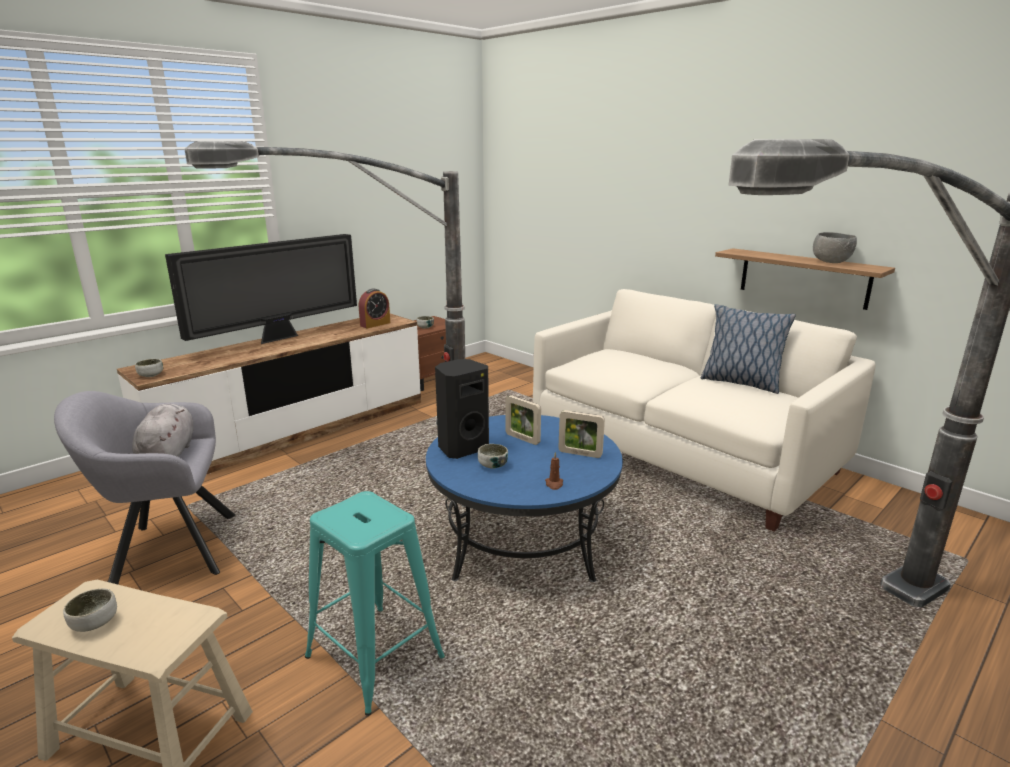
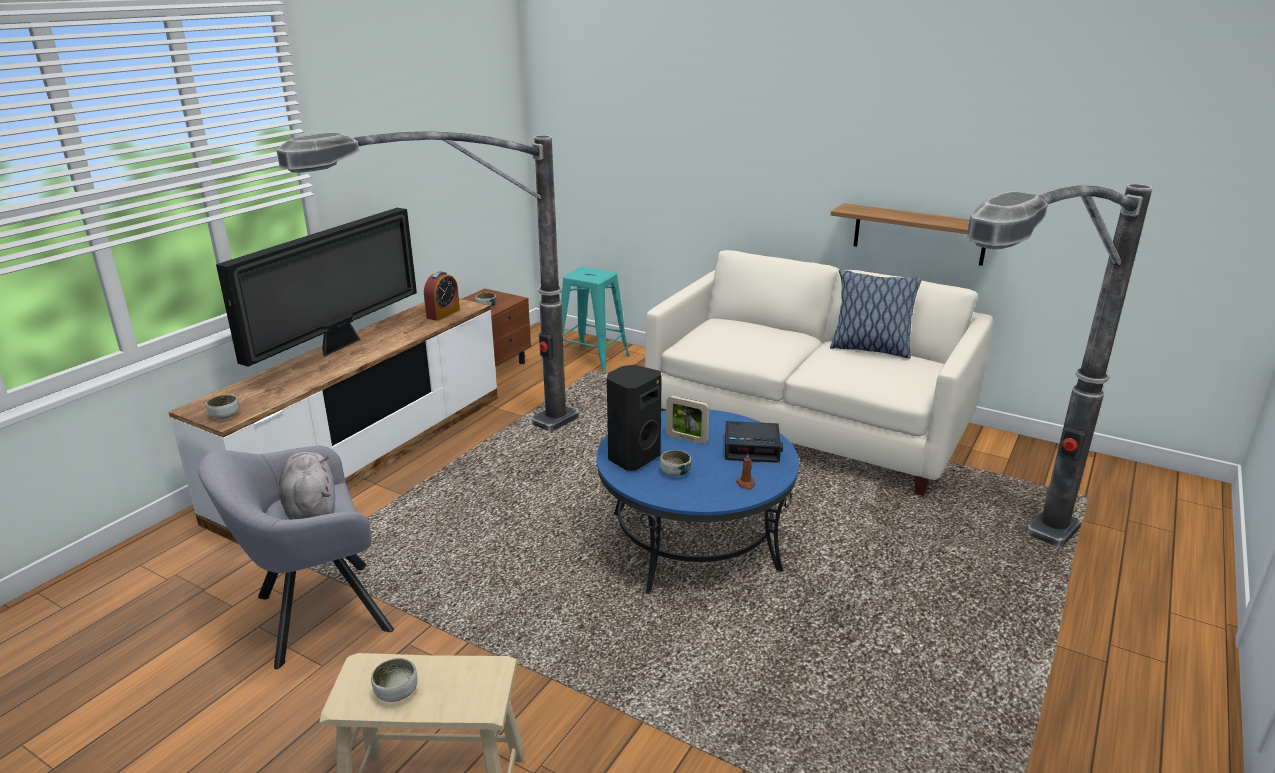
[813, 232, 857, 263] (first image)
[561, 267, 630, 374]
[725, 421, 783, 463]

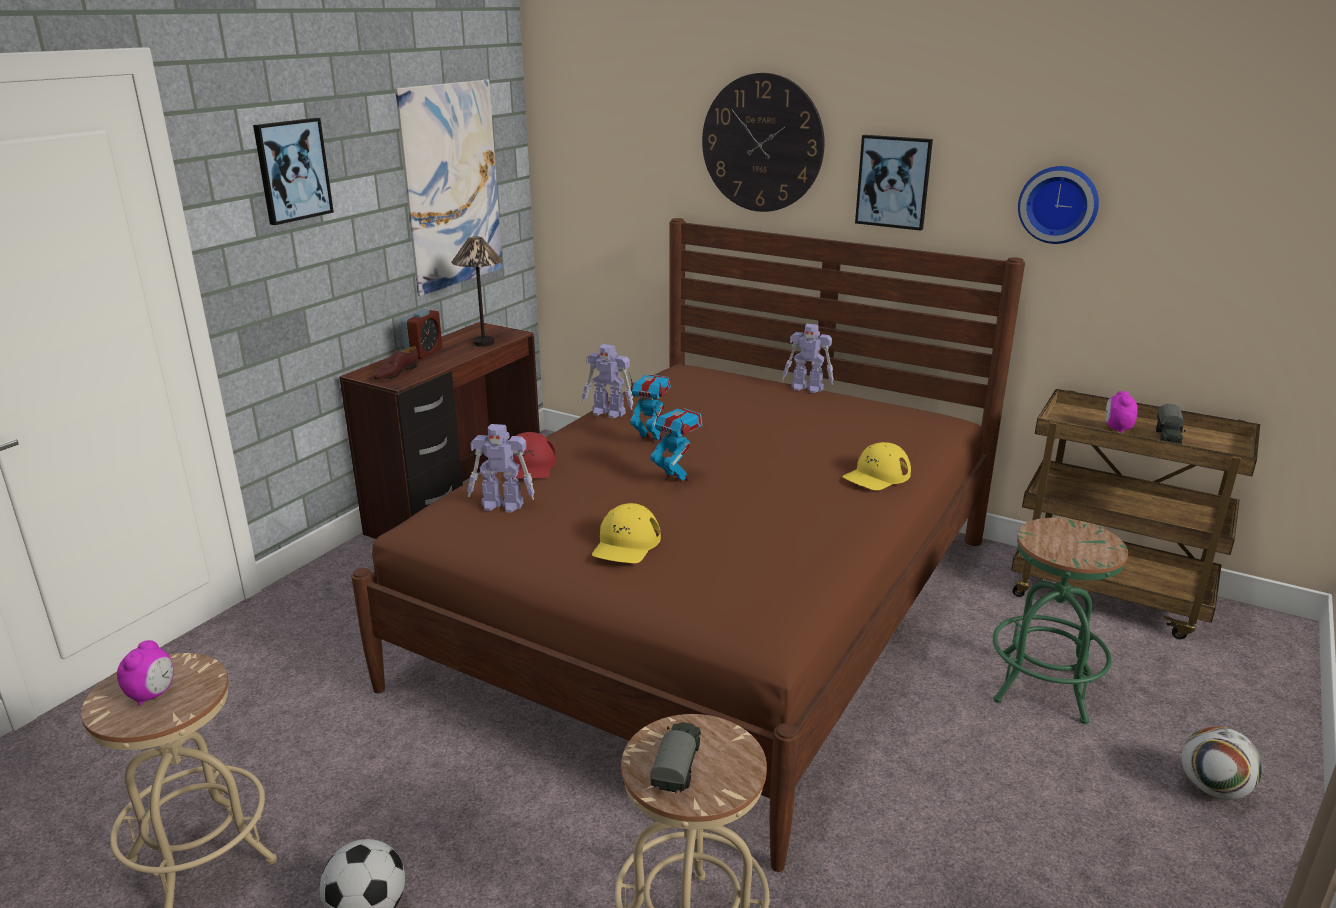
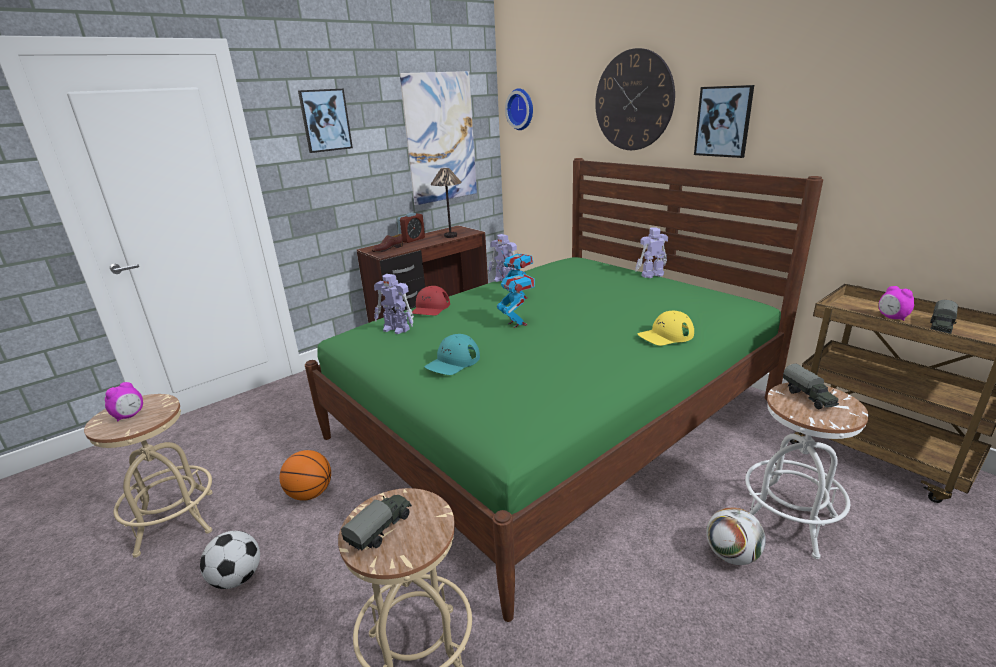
[280, 450, 331, 501]
[783, 364, 839, 409]
[505, 88, 533, 130]
[706, 507, 766, 565]
[305, 158, 823, 622]
[425, 334, 480, 375]
[745, 383, 869, 559]
[635, 227, 668, 278]
[879, 286, 914, 321]

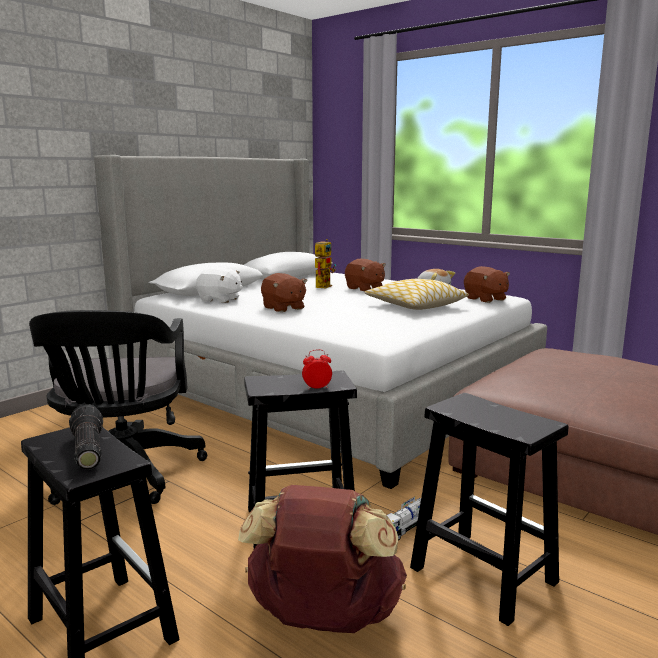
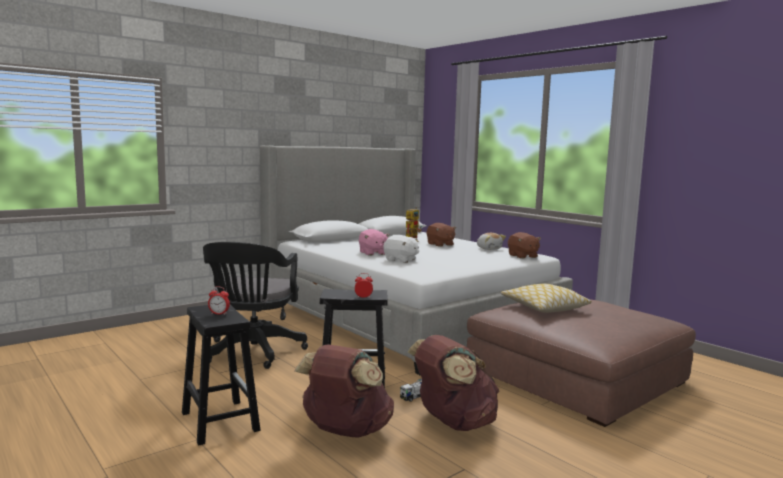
[384, 235, 419, 263]
[501, 284, 592, 313]
[208, 286, 230, 315]
[408, 335, 499, 431]
[359, 229, 390, 256]

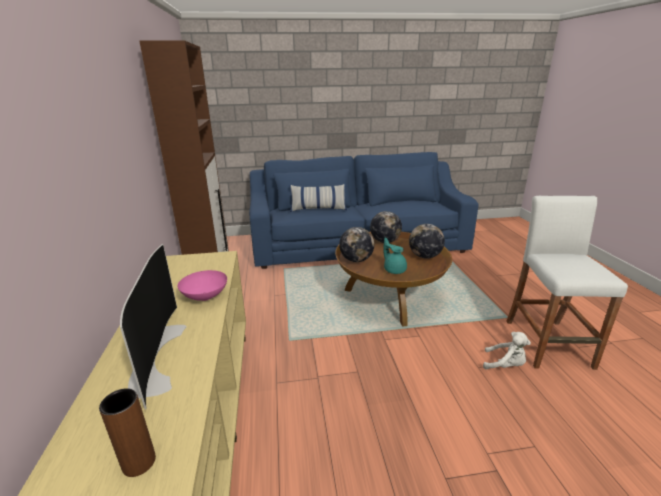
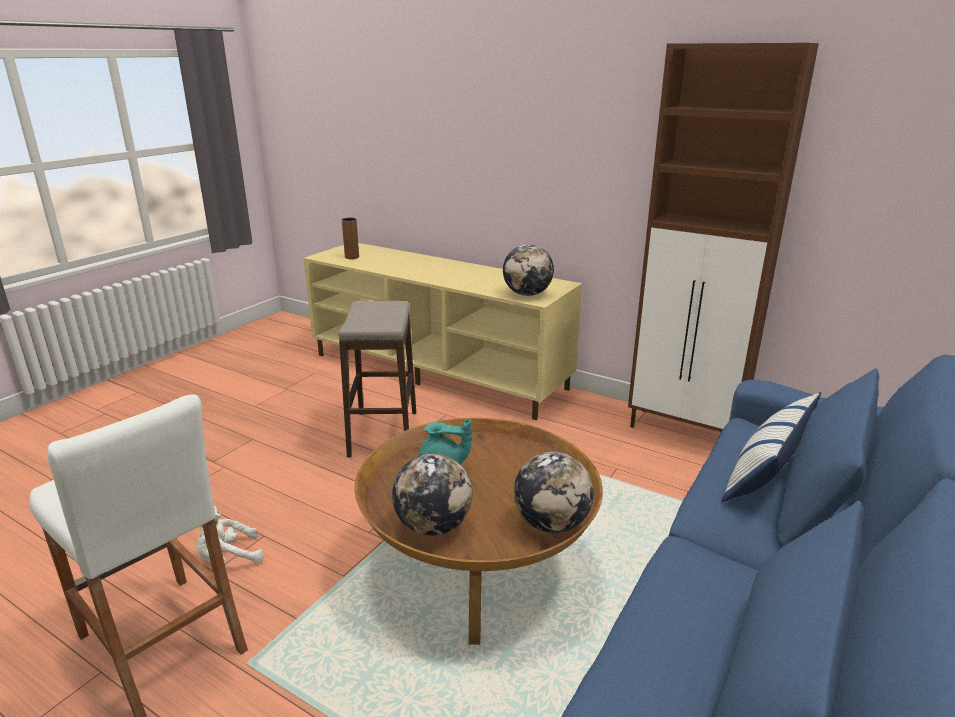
[120, 244, 187, 409] (first image)
[178, 270, 227, 301] (first image)
[338, 301, 416, 457]
[503, 244, 554, 296]

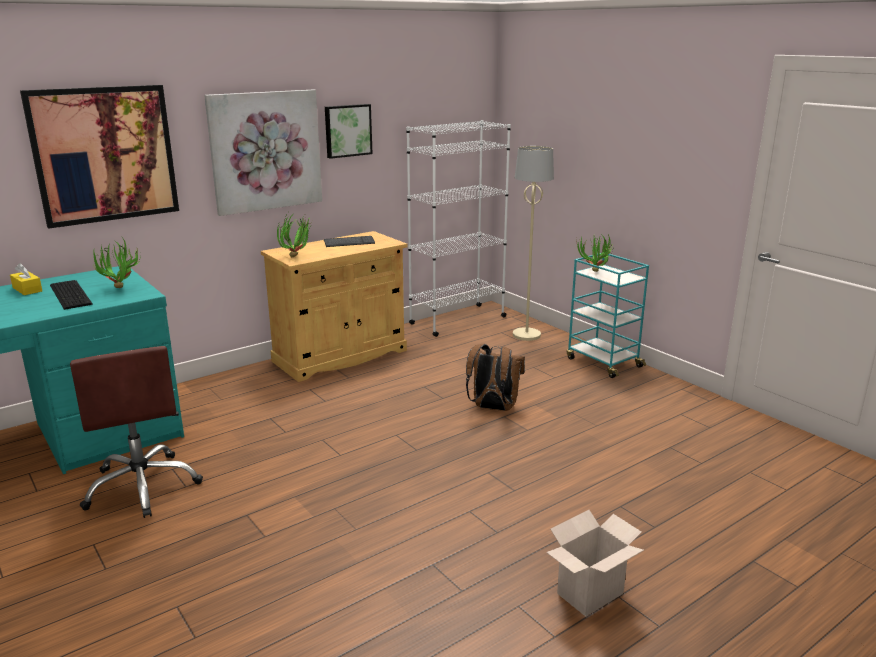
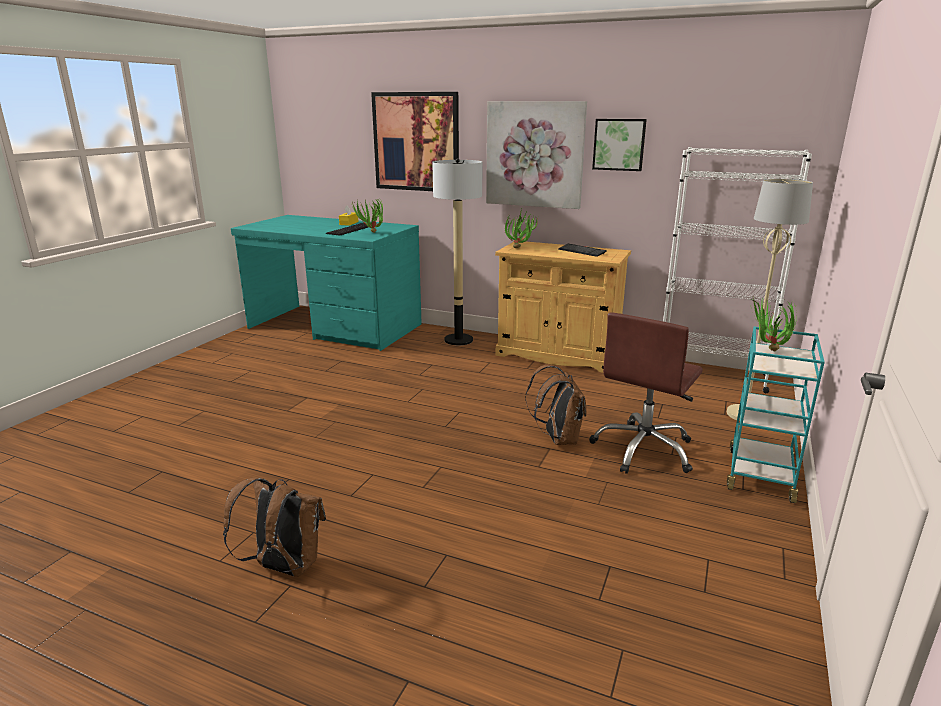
[432, 158, 482, 345]
[589, 312, 703, 474]
[223, 478, 326, 577]

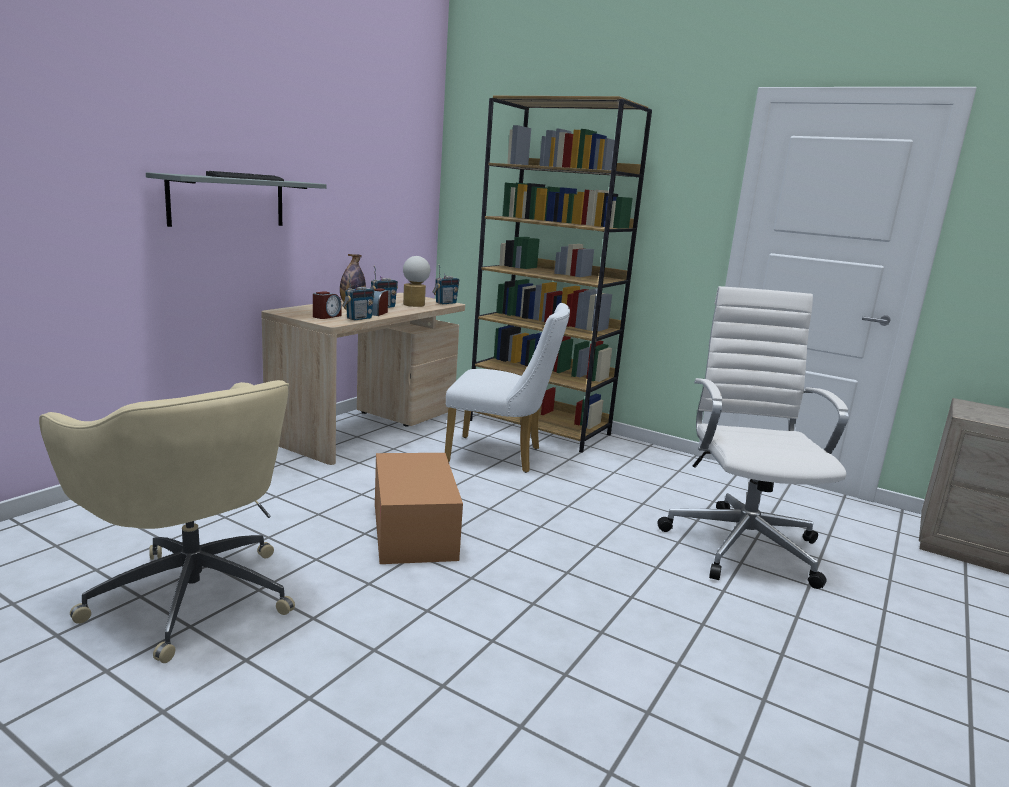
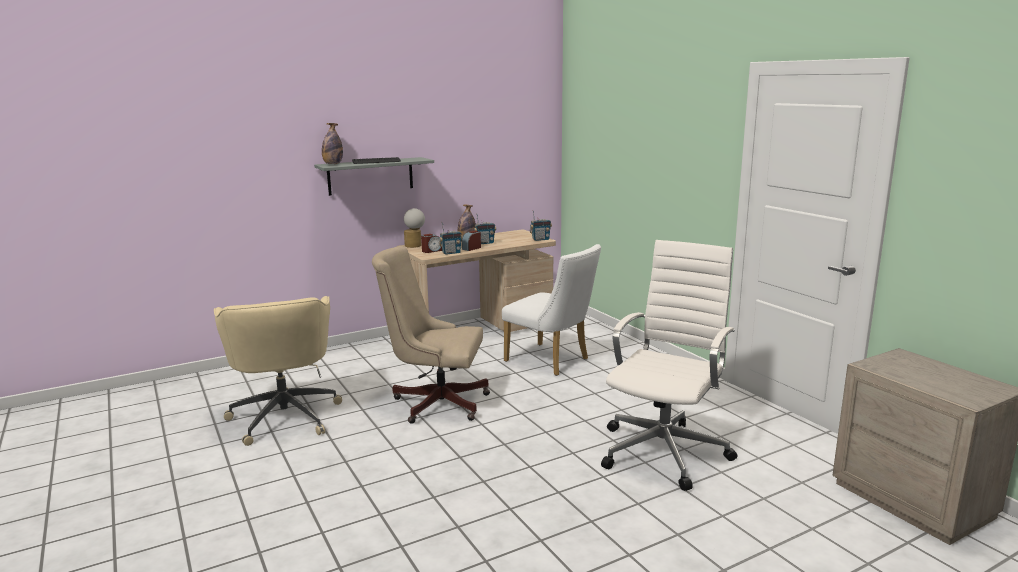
[470, 96, 652, 453] (first image)
[322, 123, 343, 164]
[404, 208, 425, 248]
[372, 246, 490, 424]

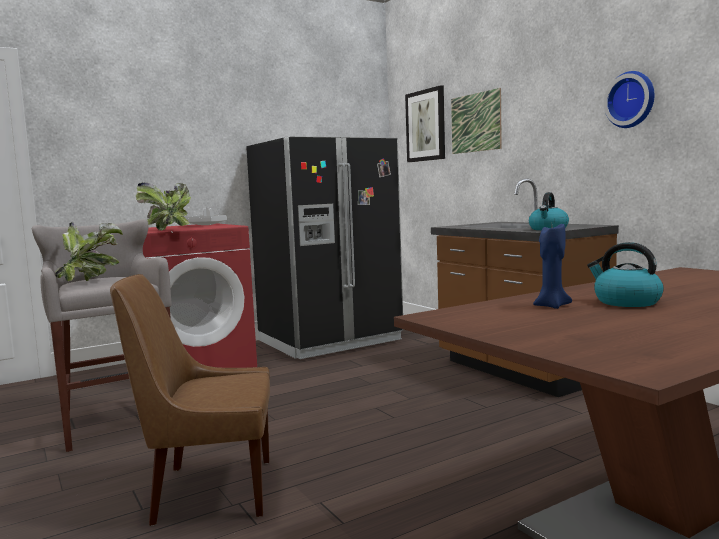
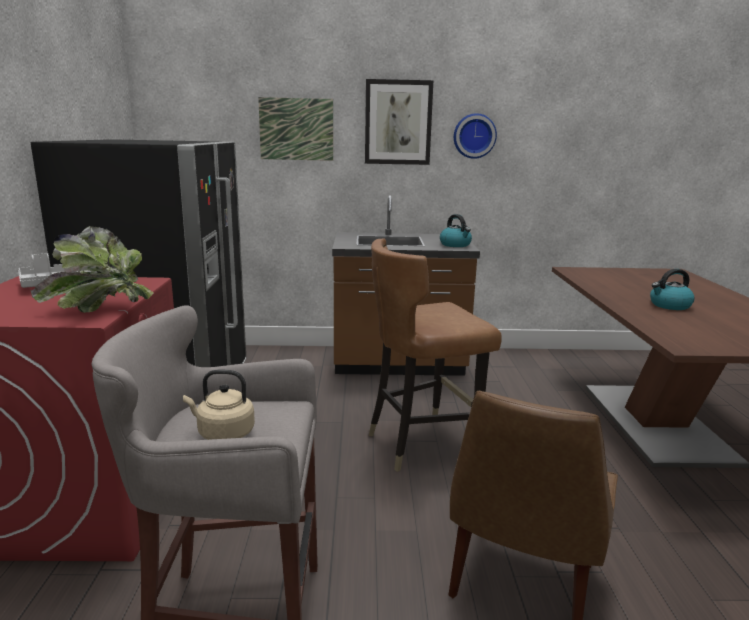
[533, 224, 572, 309] (first image)
[369, 238, 502, 472]
[365, 79, 433, 165]
[183, 370, 255, 440]

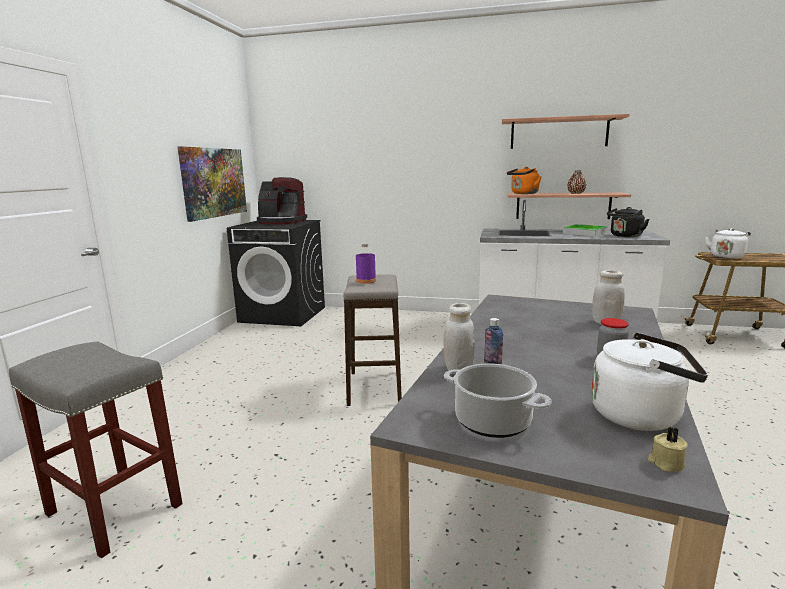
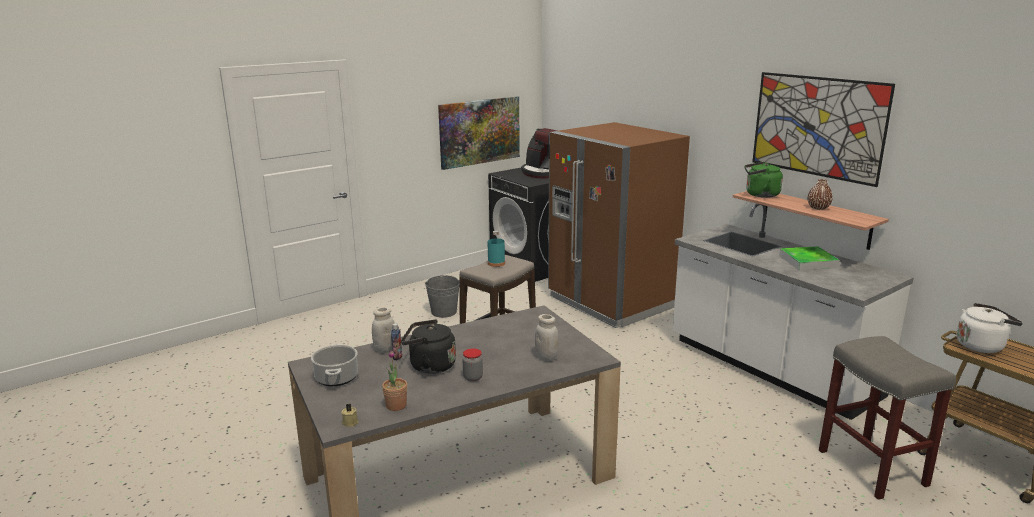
[425, 275, 459, 318]
[548, 122, 690, 328]
[819, 336, 956, 500]
[401, 319, 456, 374]
[752, 72, 895, 187]
[382, 351, 407, 411]
[487, 231, 505, 267]
[744, 162, 783, 198]

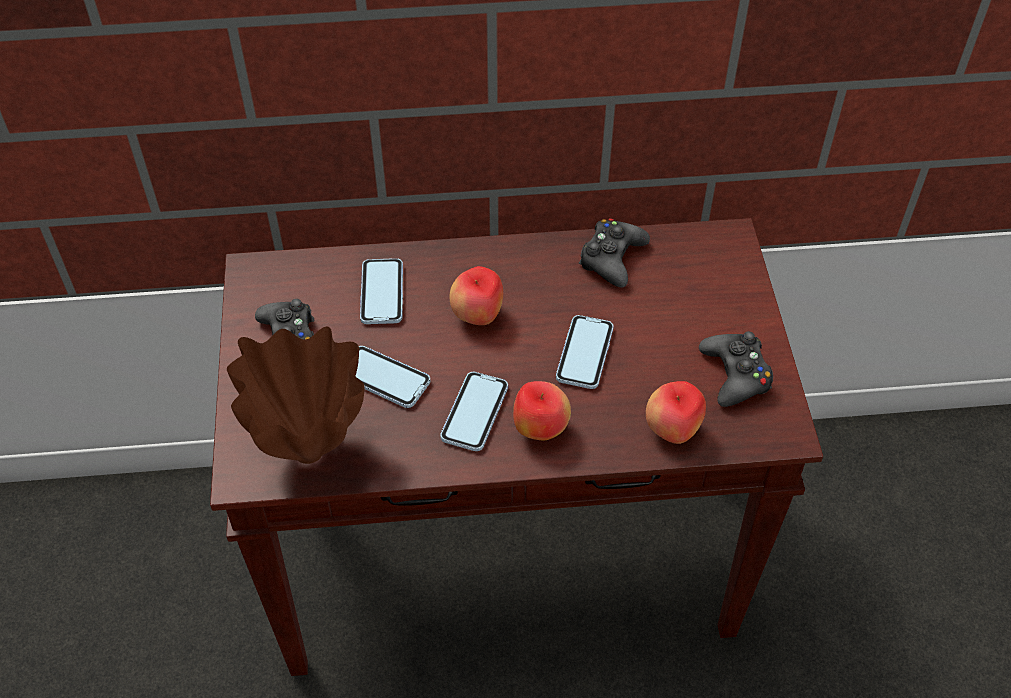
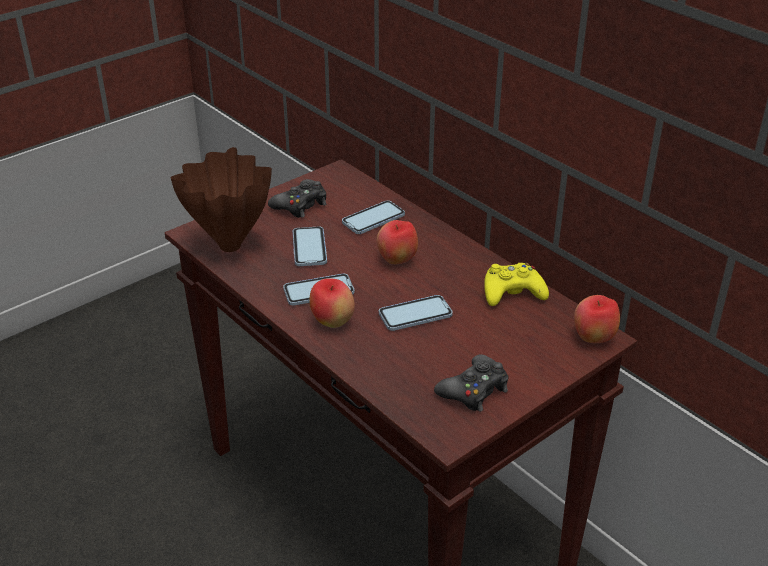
[574, 295, 620, 343]
[484, 263, 549, 306]

